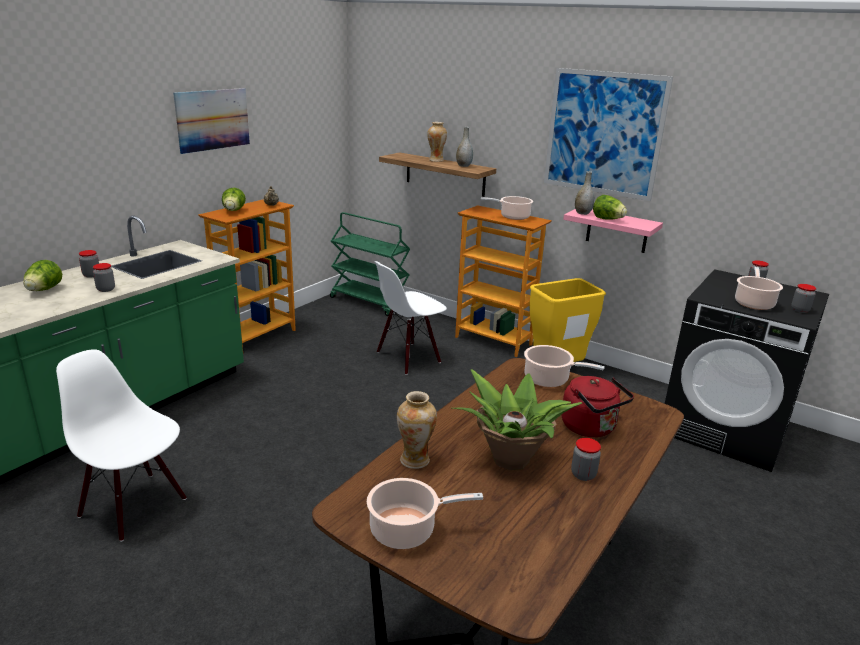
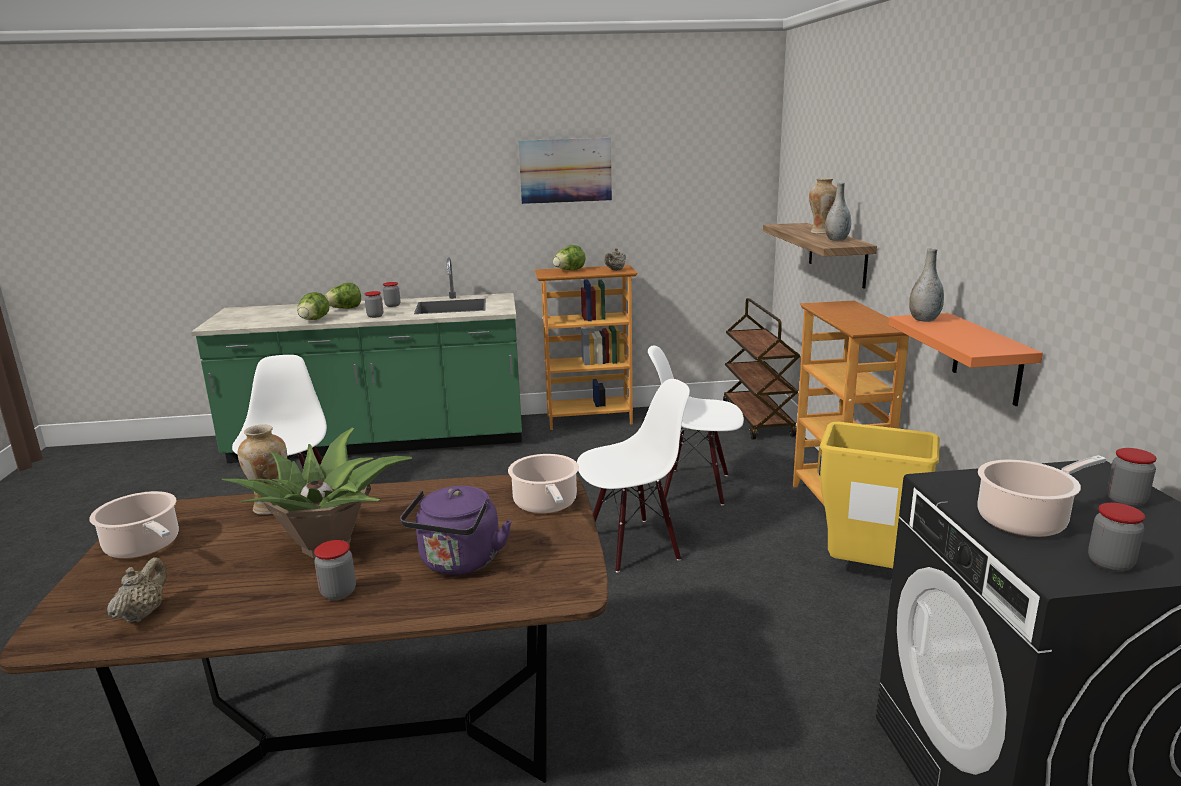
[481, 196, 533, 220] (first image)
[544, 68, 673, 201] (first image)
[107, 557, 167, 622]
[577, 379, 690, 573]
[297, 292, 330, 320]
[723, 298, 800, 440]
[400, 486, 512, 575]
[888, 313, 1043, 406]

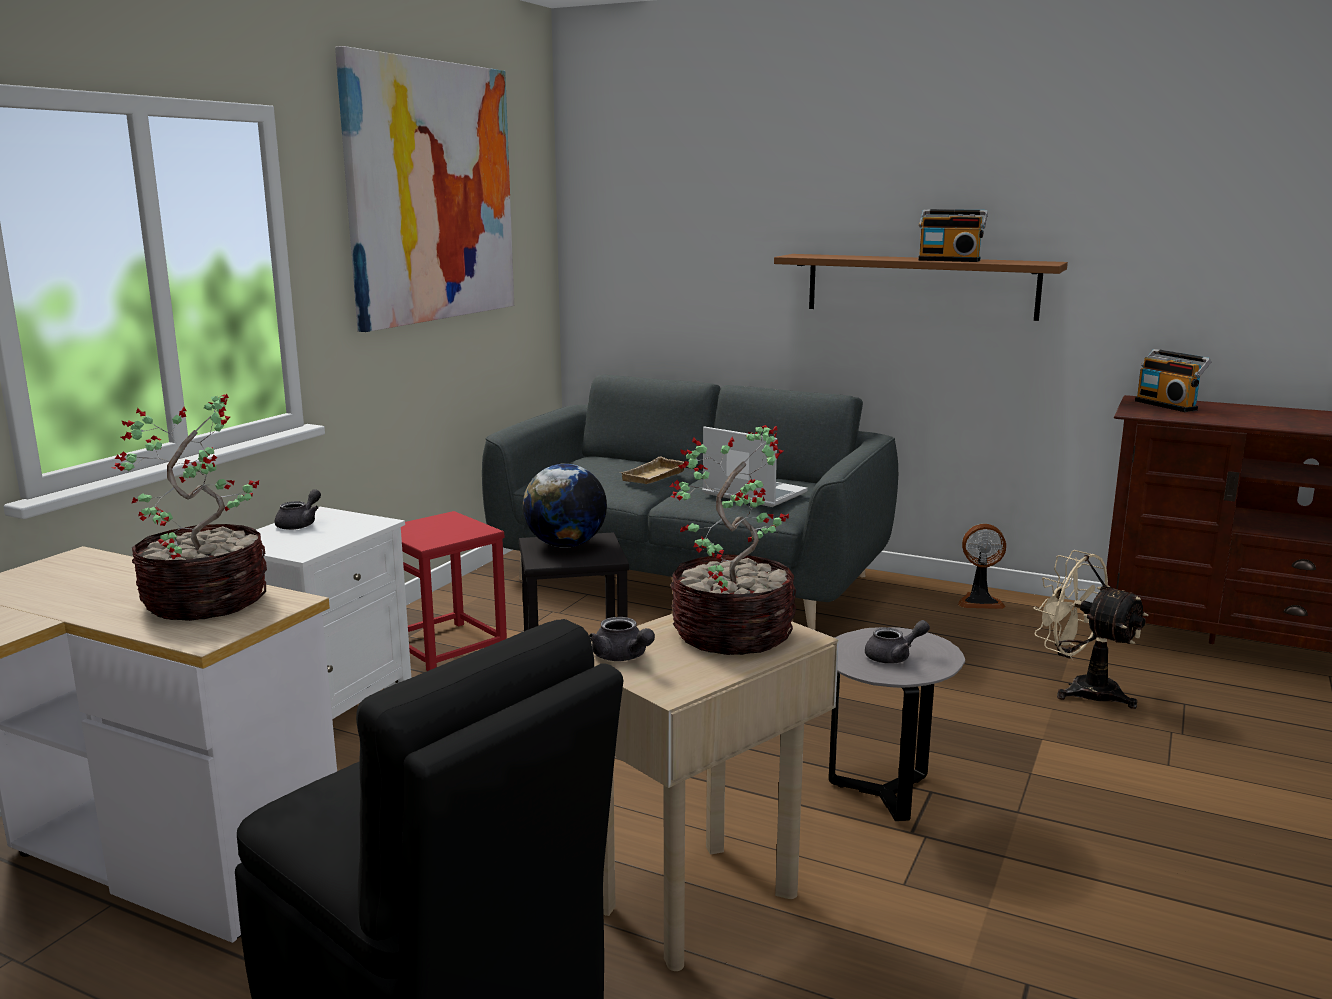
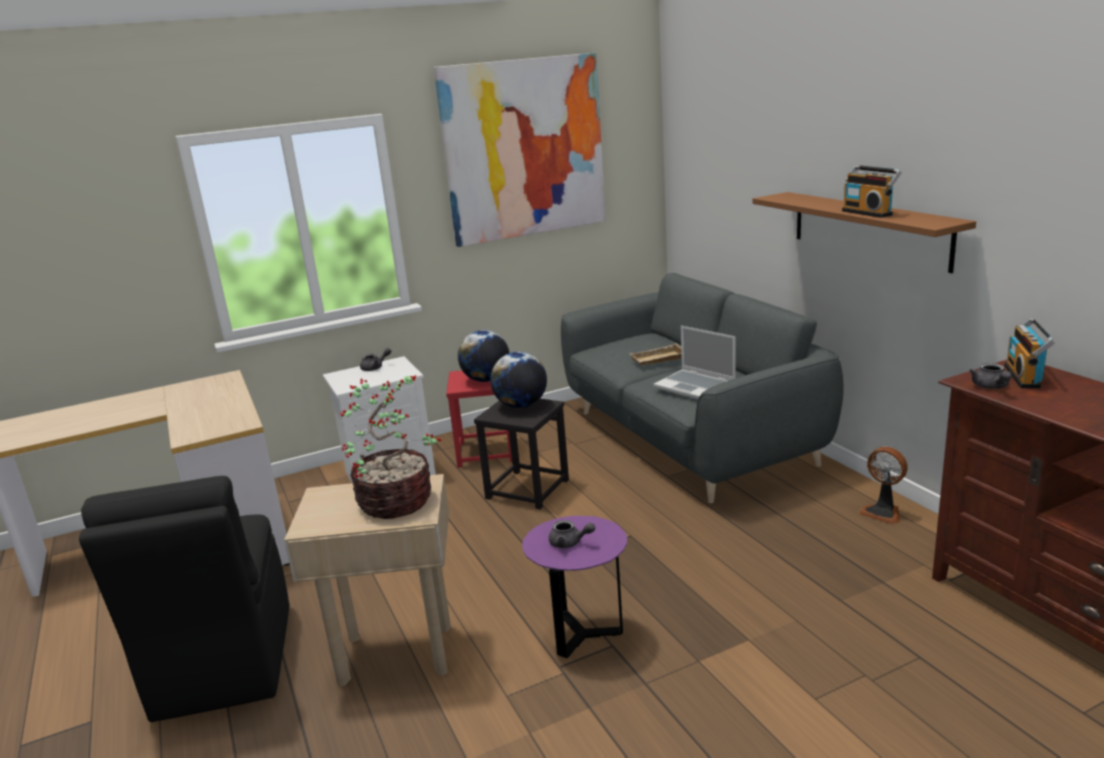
[111, 394, 267, 621] (first image)
[1033, 550, 1149, 709] (first image)
[458, 330, 509, 382]
[969, 363, 1012, 389]
[522, 516, 627, 658]
[653, 326, 736, 399]

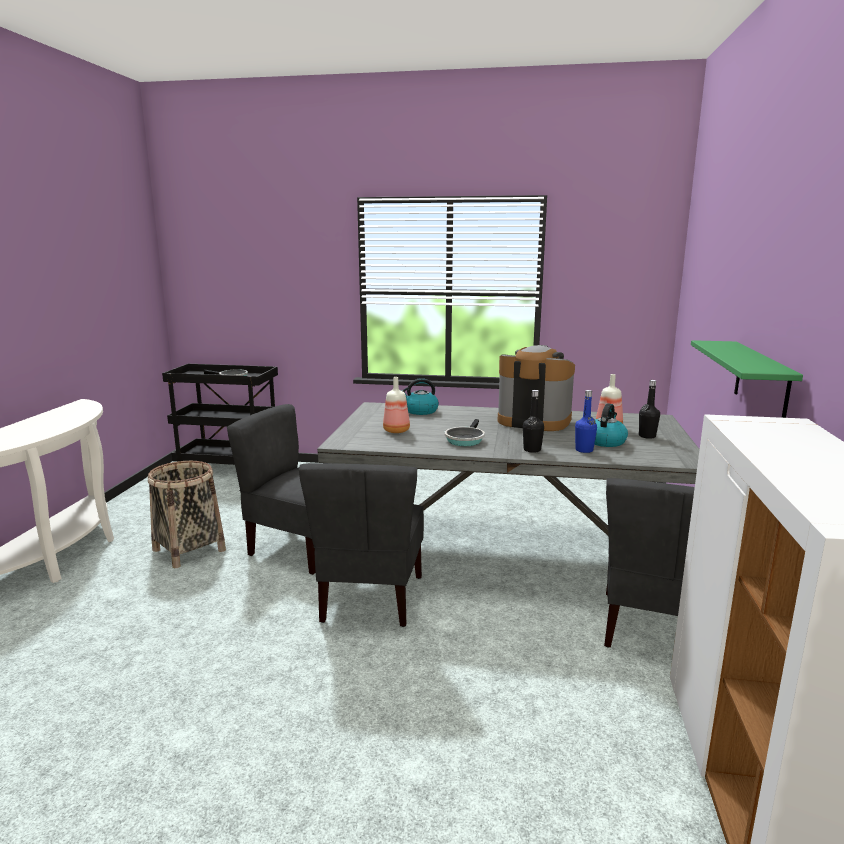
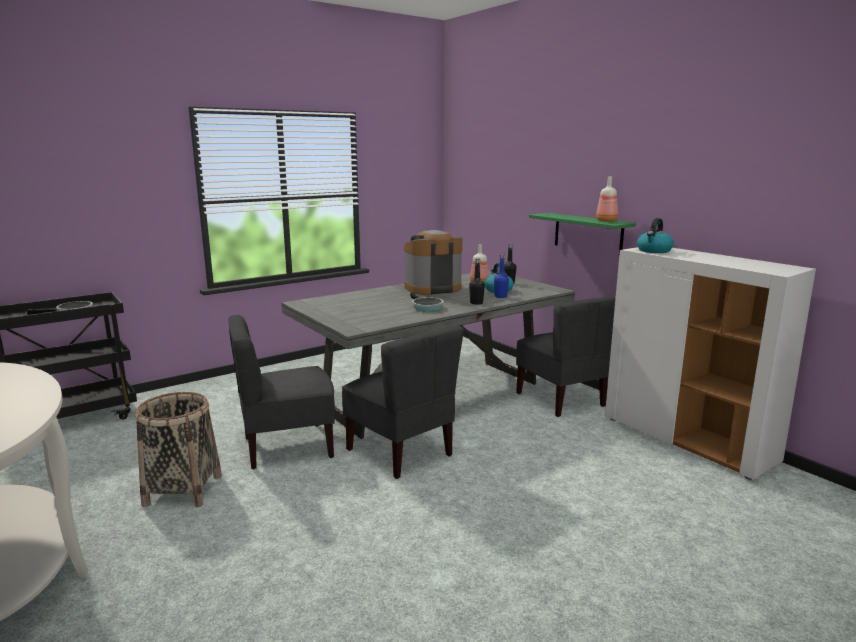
[596, 177, 618, 222]
[637, 218, 674, 253]

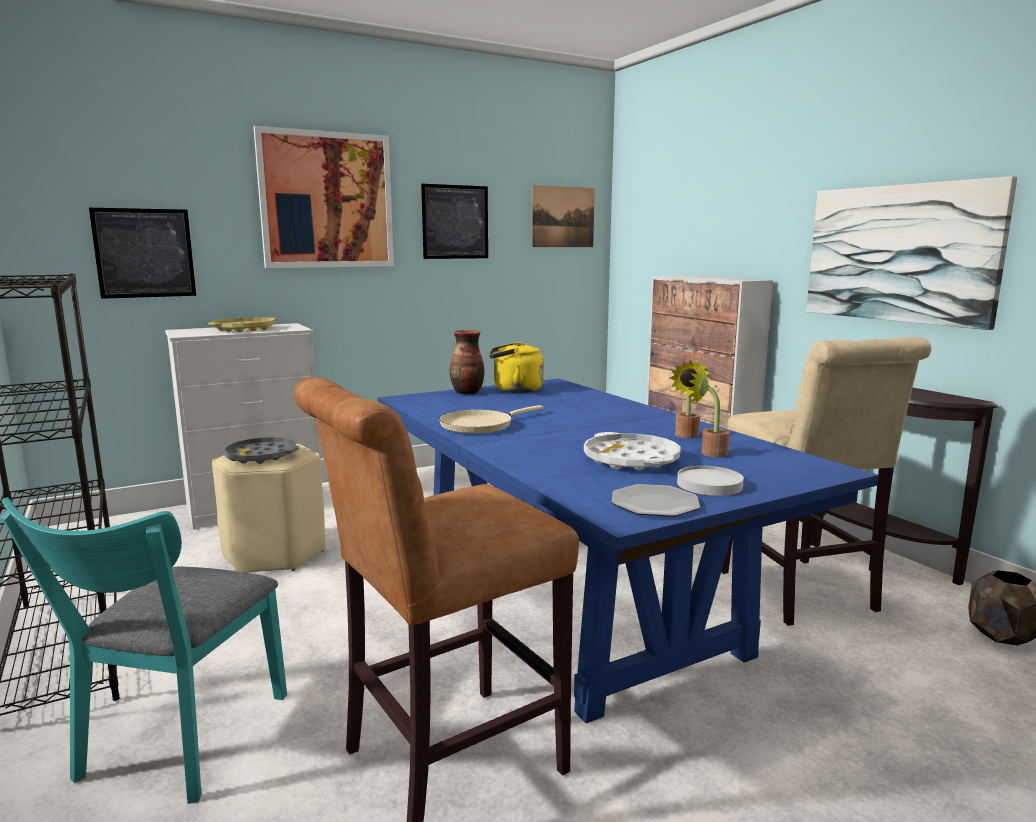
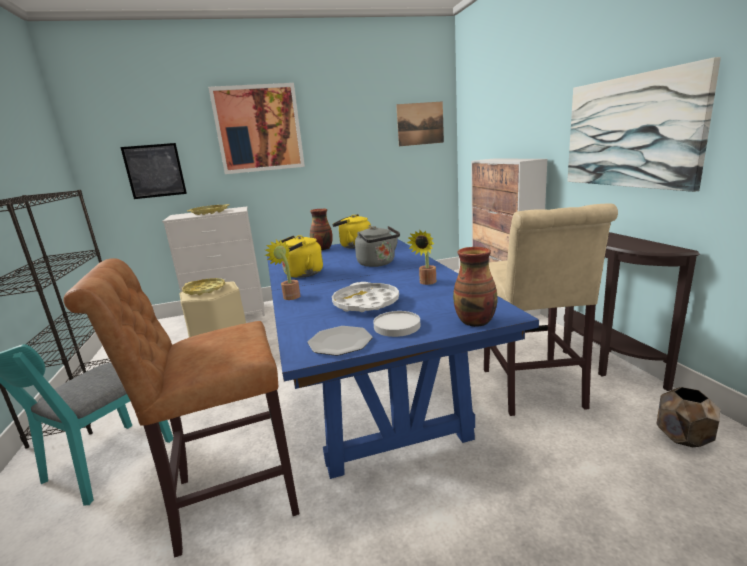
[421, 184, 488, 259] (first image)
[355, 226, 400, 267]
[453, 247, 498, 327]
[265, 240, 300, 300]
[279, 235, 323, 278]
[182, 278, 225, 295]

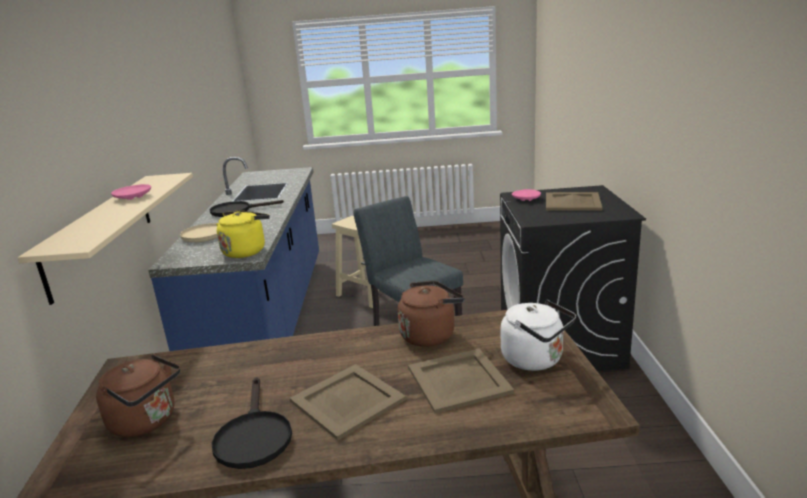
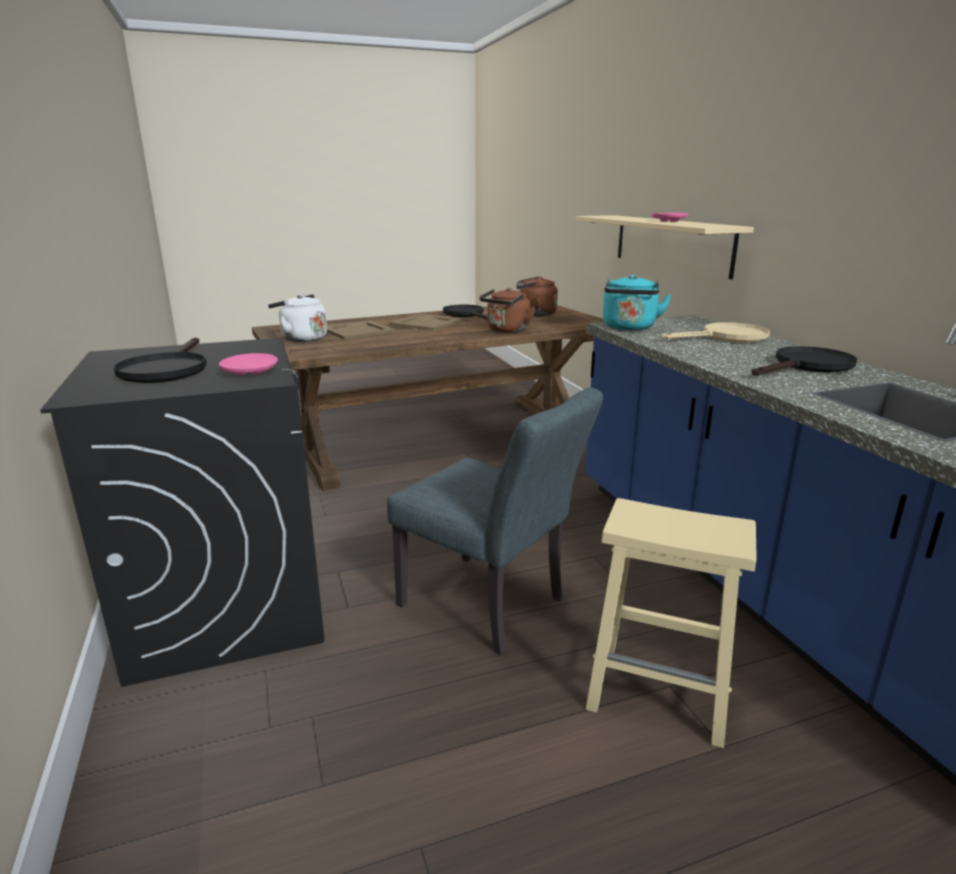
[480, 288, 535, 333]
[113, 337, 207, 383]
[603, 274, 671, 330]

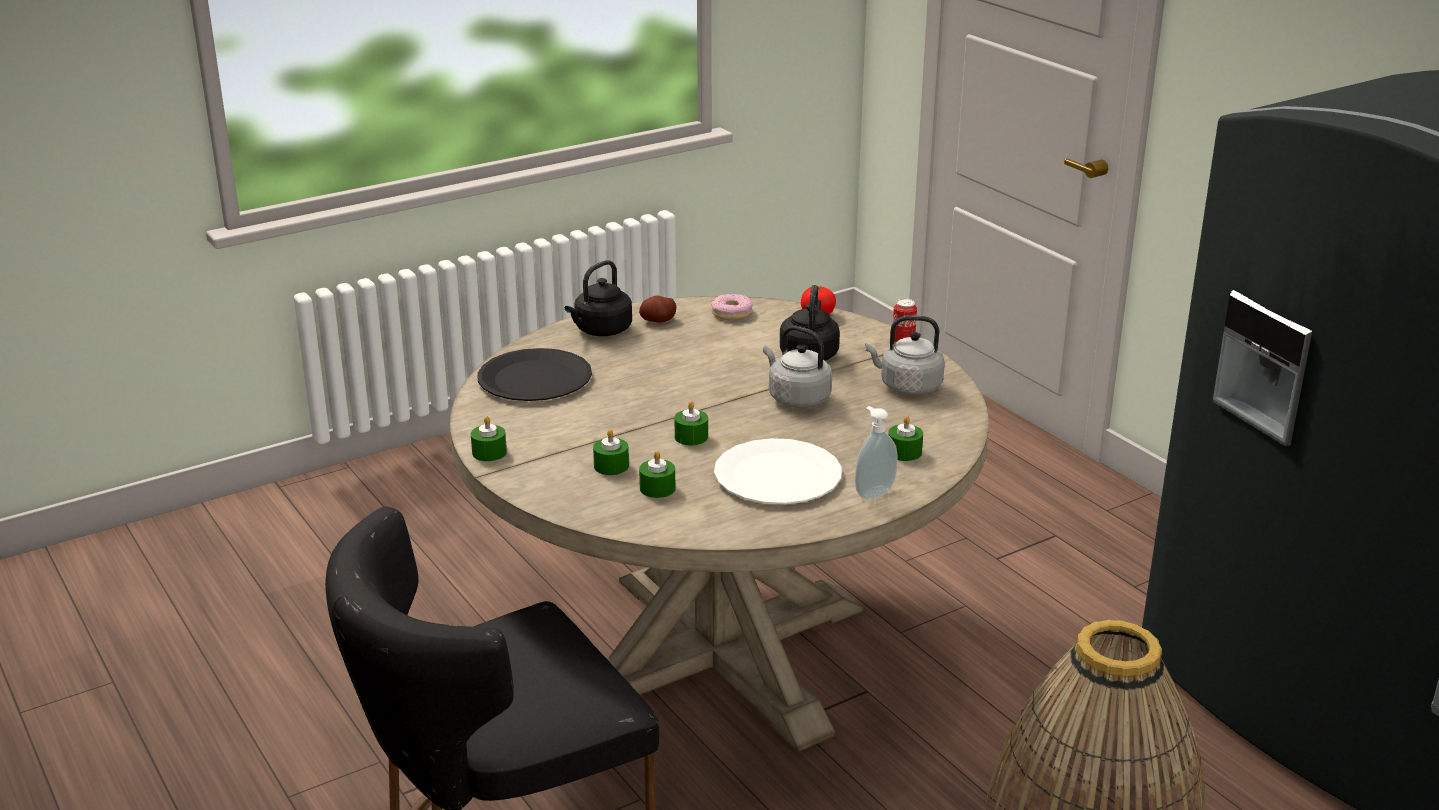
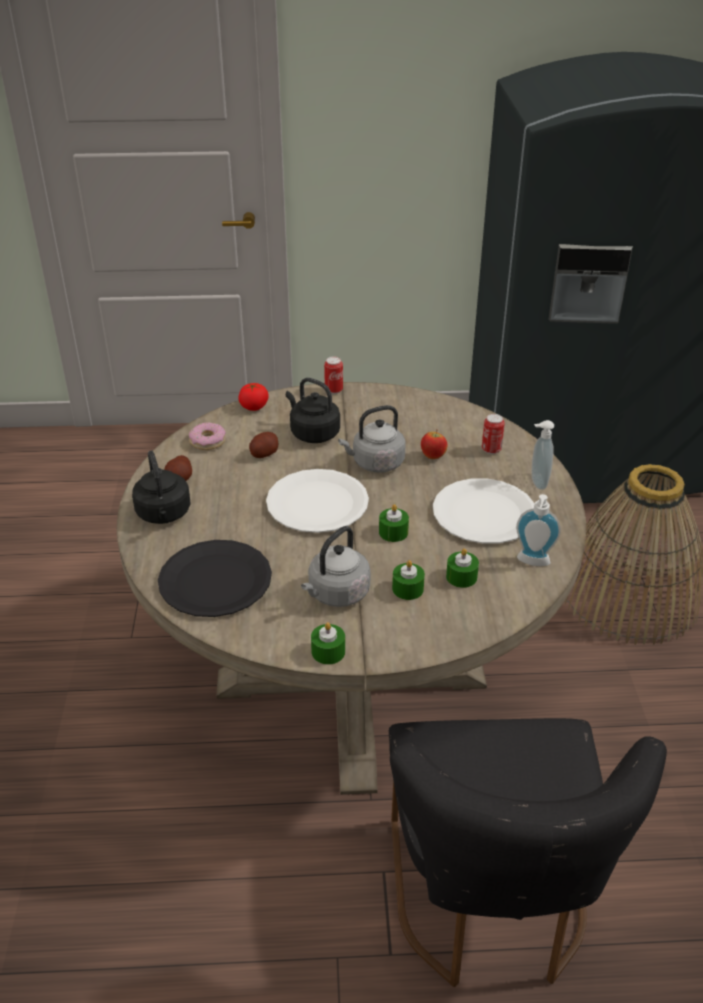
[249, 432, 278, 458]
[266, 469, 369, 533]
[421, 431, 447, 459]
[516, 494, 561, 566]
[301, 526, 371, 607]
[482, 414, 505, 454]

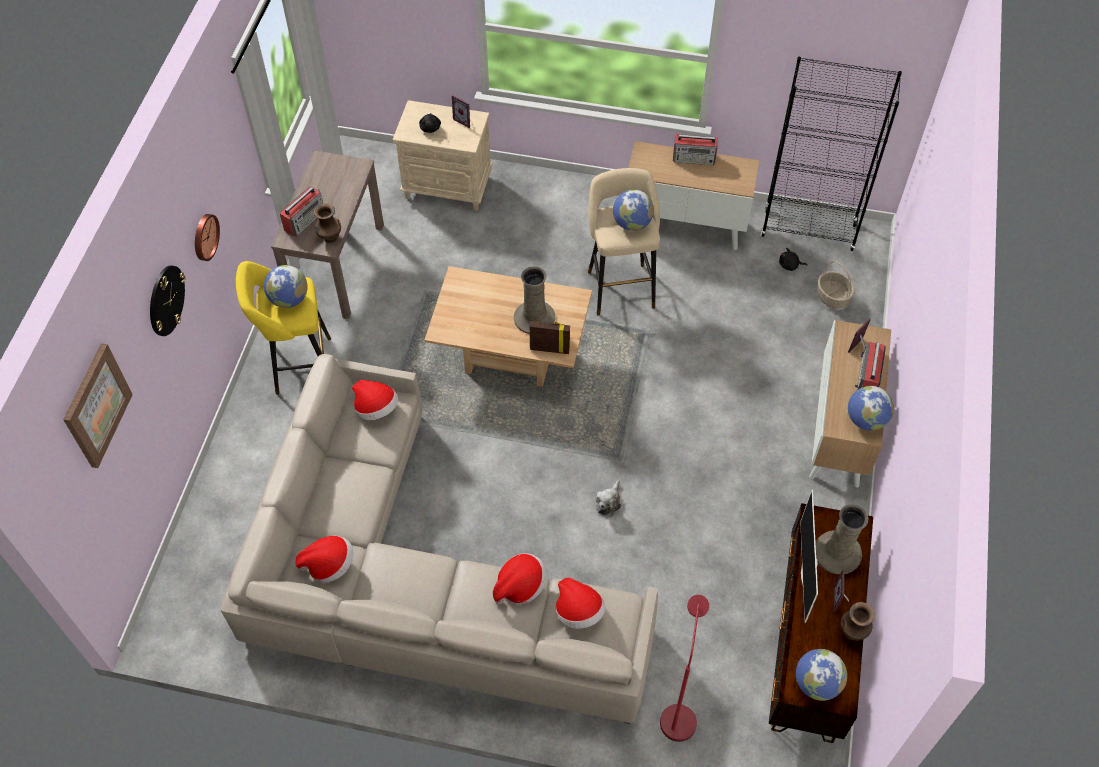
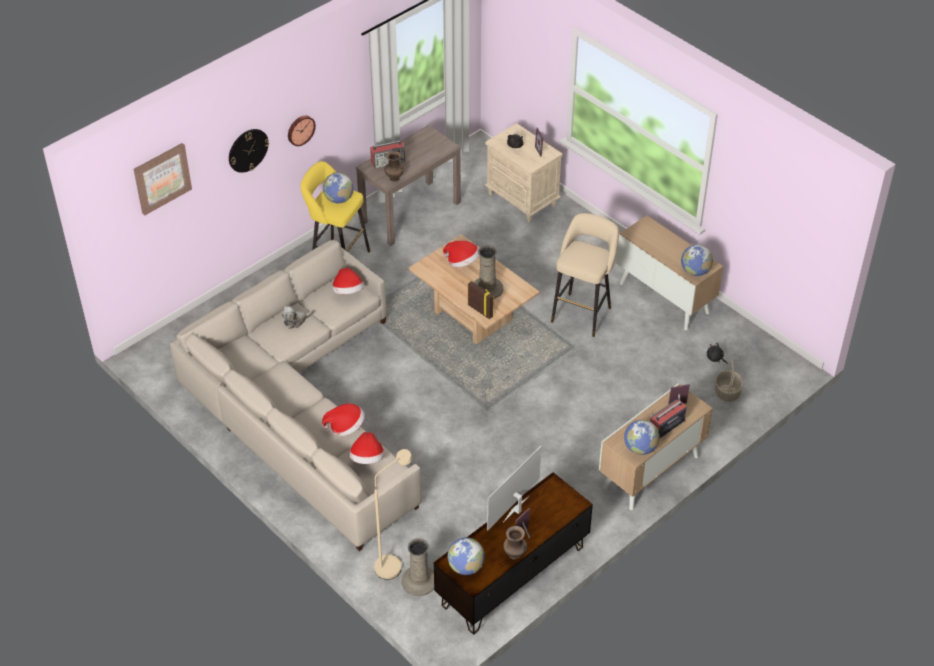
[673, 134, 718, 165] (first image)
[761, 57, 902, 251] (first image)
[443, 241, 480, 267]
[282, 306, 313, 329]
[681, 245, 713, 276]
[402, 538, 434, 596]
[374, 449, 412, 580]

